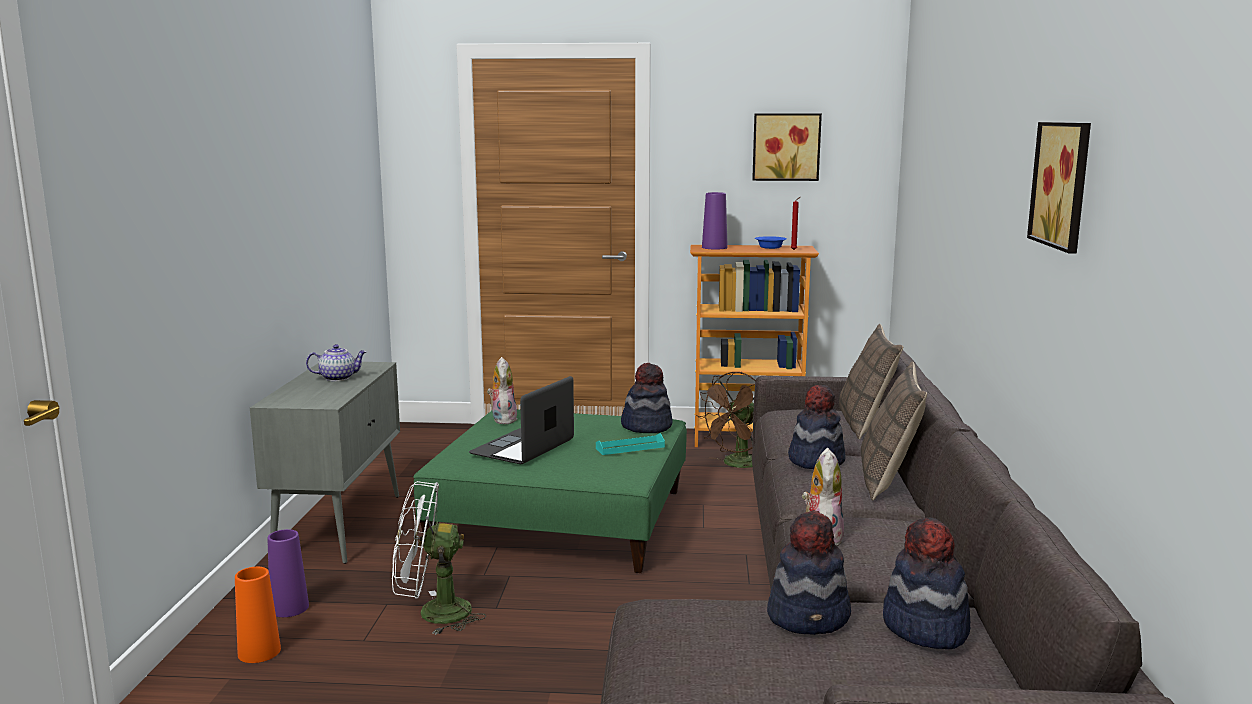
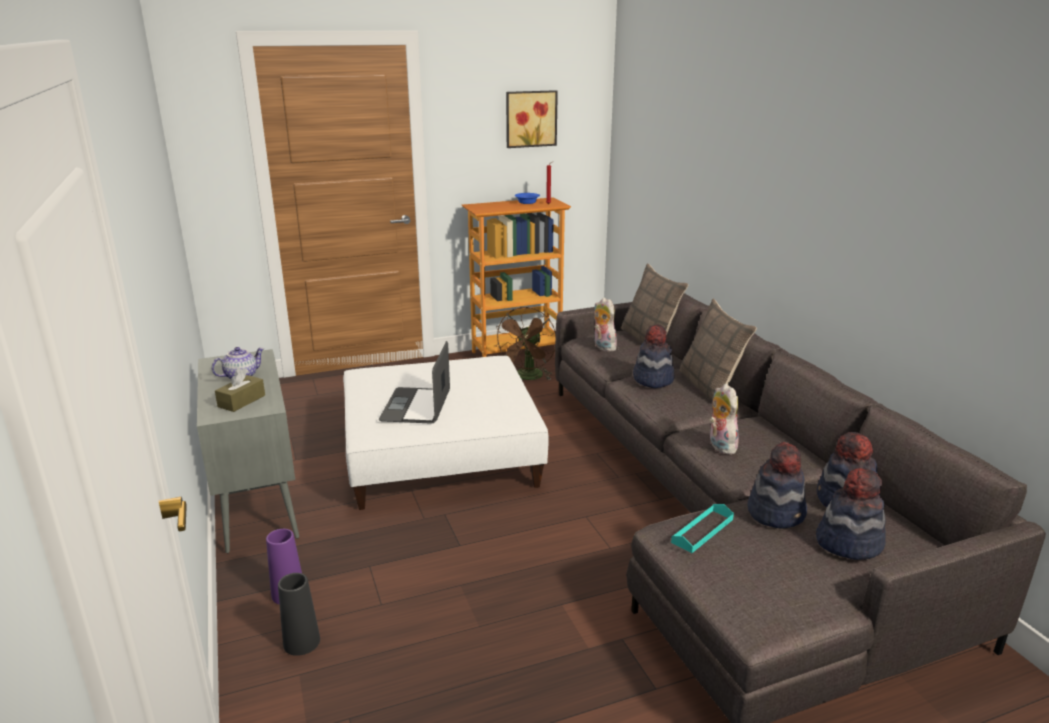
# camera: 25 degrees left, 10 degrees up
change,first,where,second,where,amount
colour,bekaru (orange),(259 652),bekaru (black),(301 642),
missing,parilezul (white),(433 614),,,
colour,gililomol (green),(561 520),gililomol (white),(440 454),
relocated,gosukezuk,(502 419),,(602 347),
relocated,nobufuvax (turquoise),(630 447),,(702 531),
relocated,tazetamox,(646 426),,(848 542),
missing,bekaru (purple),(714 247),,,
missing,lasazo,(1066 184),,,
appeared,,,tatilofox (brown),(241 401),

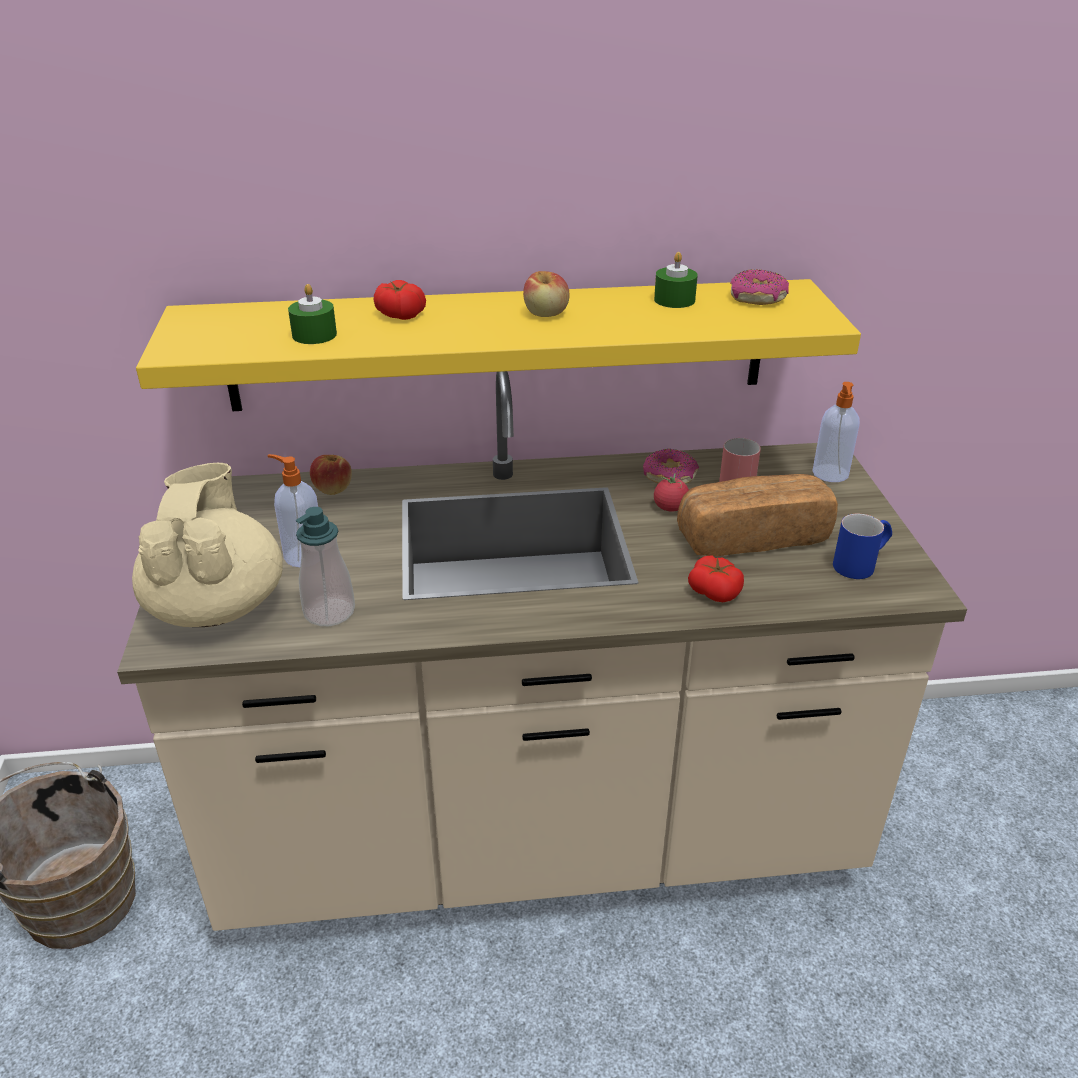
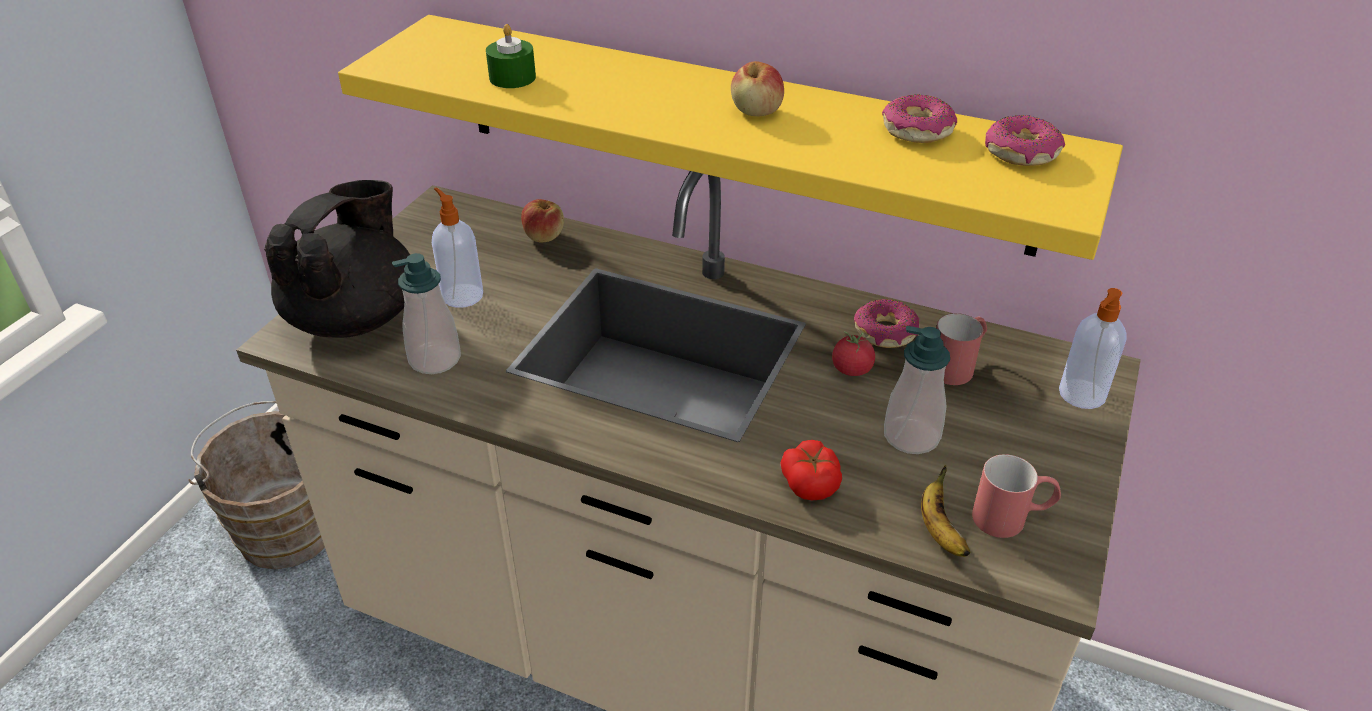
# camera: 30 degrees right, 5 degrees up
change,first,where,second,where,amount
colour,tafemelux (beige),(217 605),tafemelux (black),(356 317),
missing,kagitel,(400 314),,,
exchanged,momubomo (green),(674 300),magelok,(917 130),
exchanged,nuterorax,(751 537),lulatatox,(911 436),
colour,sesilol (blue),(861 564),sesilol (red),(1011 518),
appeared,,,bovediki,(939 530),

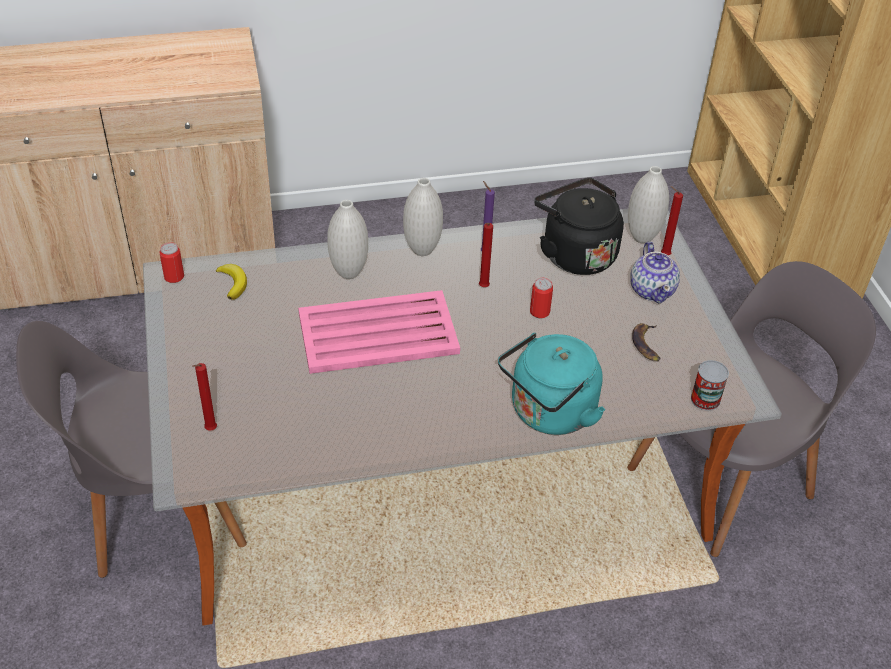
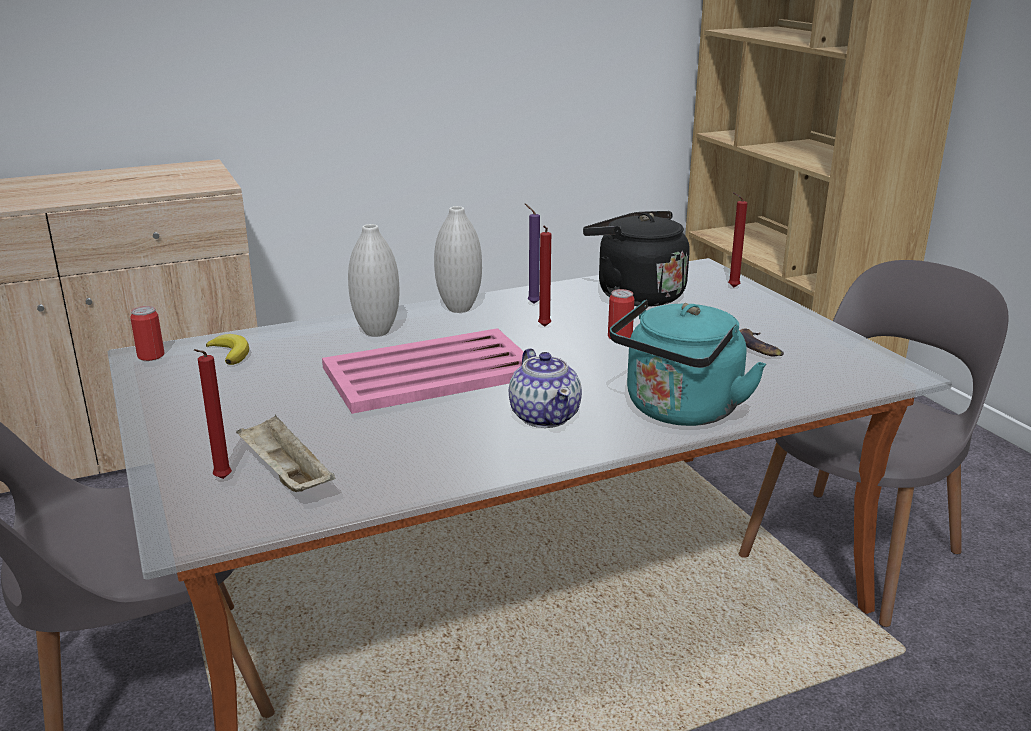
# camera: 10 degrees left, 20 degrees down
change,first,where,second,where,amount
missing,bekaru (white),(642 237),,,
relocated,tafemelux,(652 290),,(545 416),
missing,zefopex,(705 399),,,
appeared,,,nobufuvax (beige),(285 475),

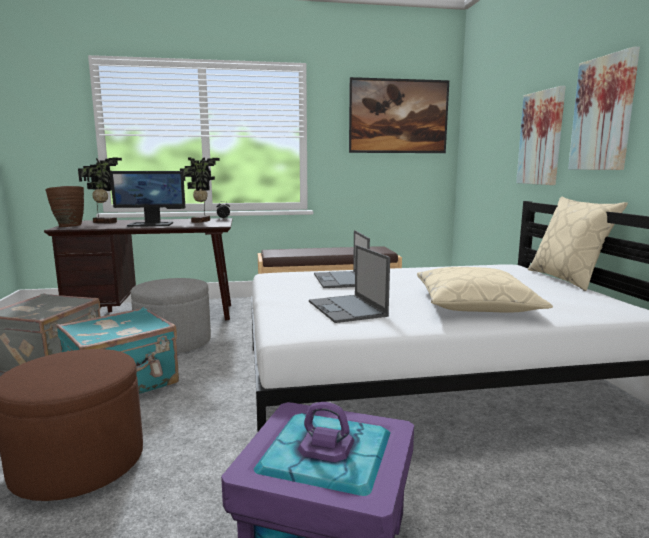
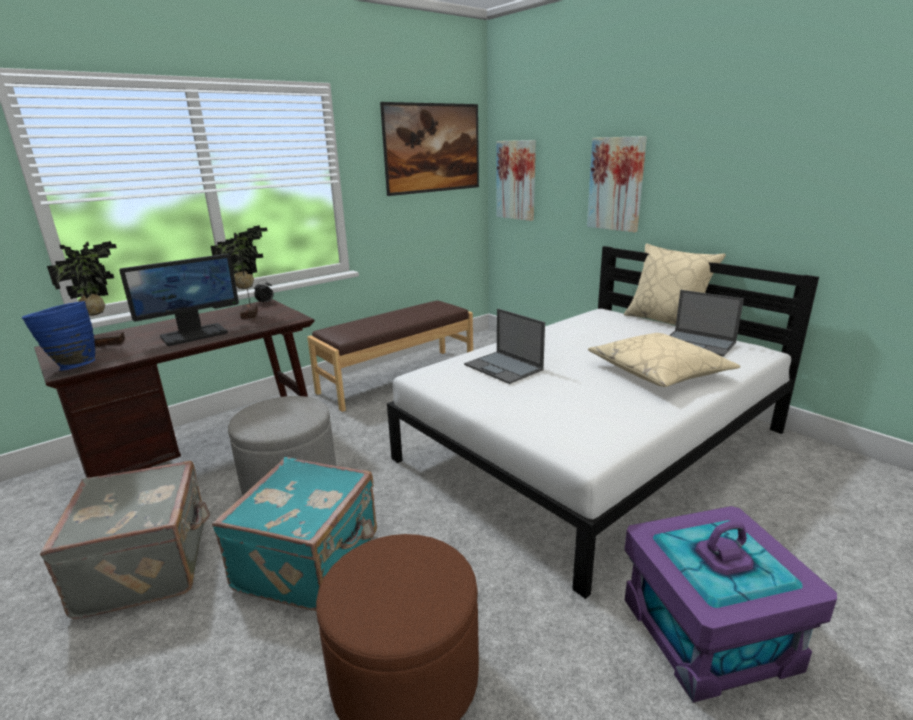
# camera: 30 degrees left, 10 degrees up
change,first,where,second,where,amount
colour,bekaru (brown),(68 227),bekaru (blue),(72 366),
relocated,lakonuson,(347 309),,(699 343),
relocated,lasazo,(603 114),,(516 180),

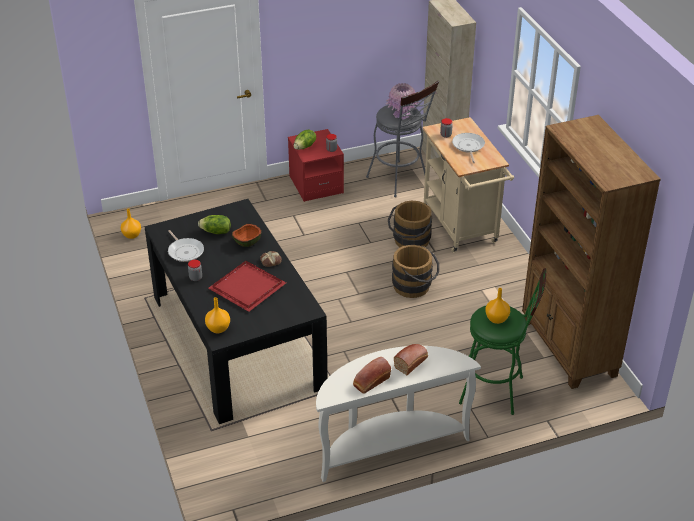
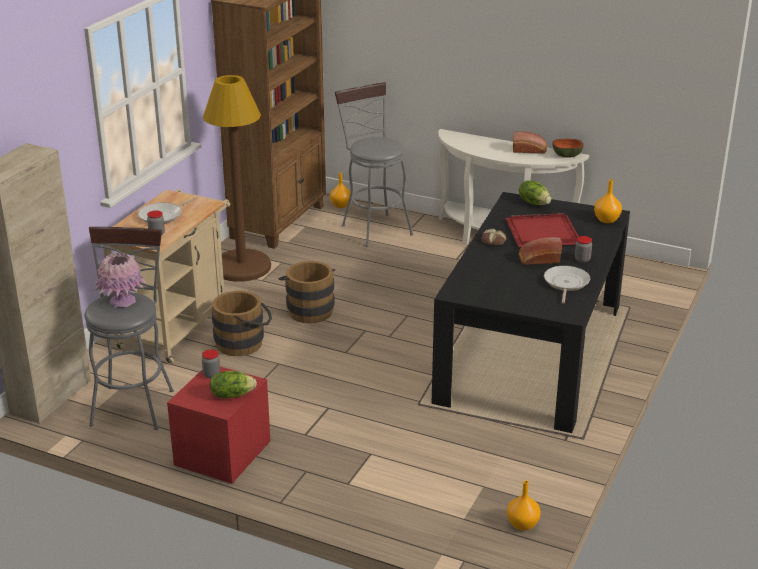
# camera: 135 degrees left, 10 degrees down
change,first,where,second,where,amount
relocated,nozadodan,(216 232),,(534 203),
relocated,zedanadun,(247 242),,(566 156),
relocated,nuterorax,(411 362),,(538 260),
colour,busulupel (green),(497 391),busulupel (grey),(374 227),
relocated,bekaru (orange),(497 319),,(340 205),
appeared,,,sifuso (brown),(242 267),

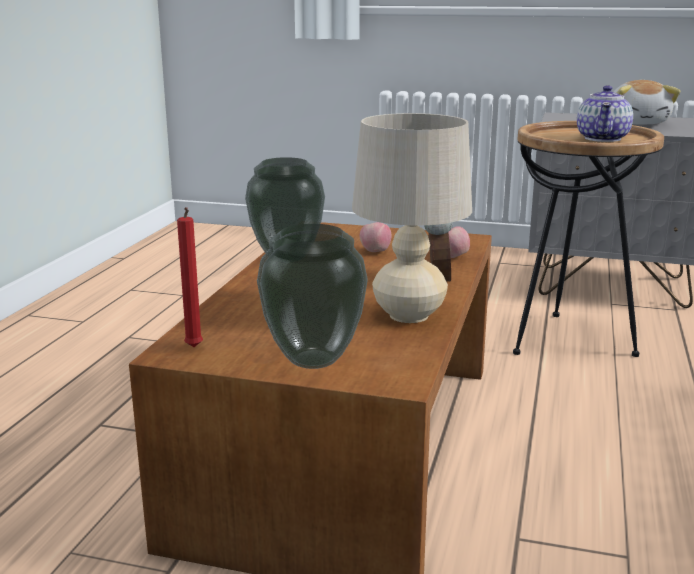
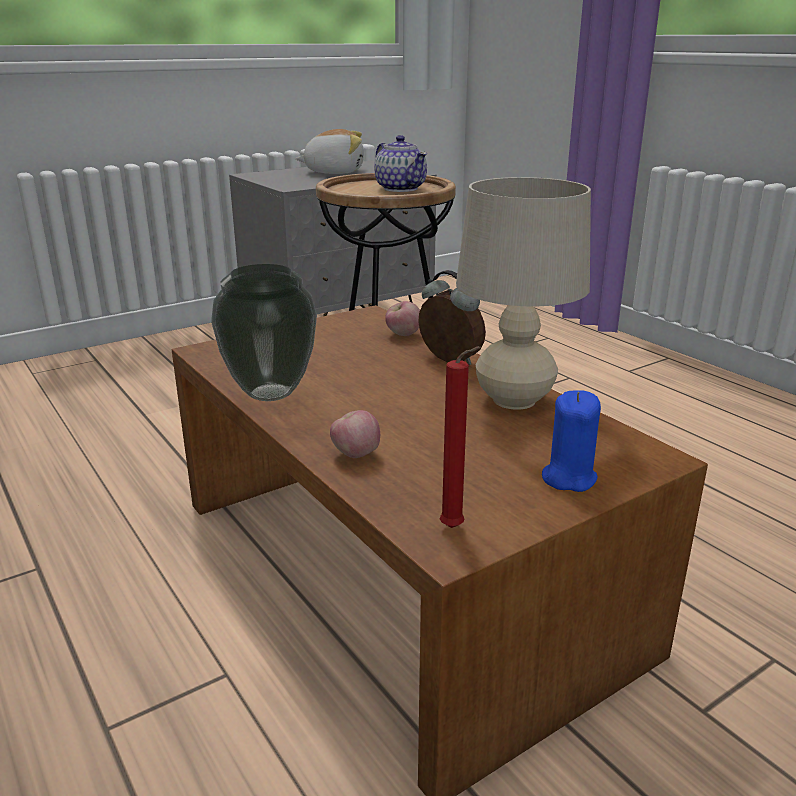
# camera: 50 degrees left, 5 degrees up
change,first,where,second,where,amount
exchanged,bekaru,(313 361),momubomo (blue),(568 478),
relocated,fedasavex,(375 251),,(355 454),
spun,gosukezuk,(637 122),,(334 172),45 degrees counterclockwise

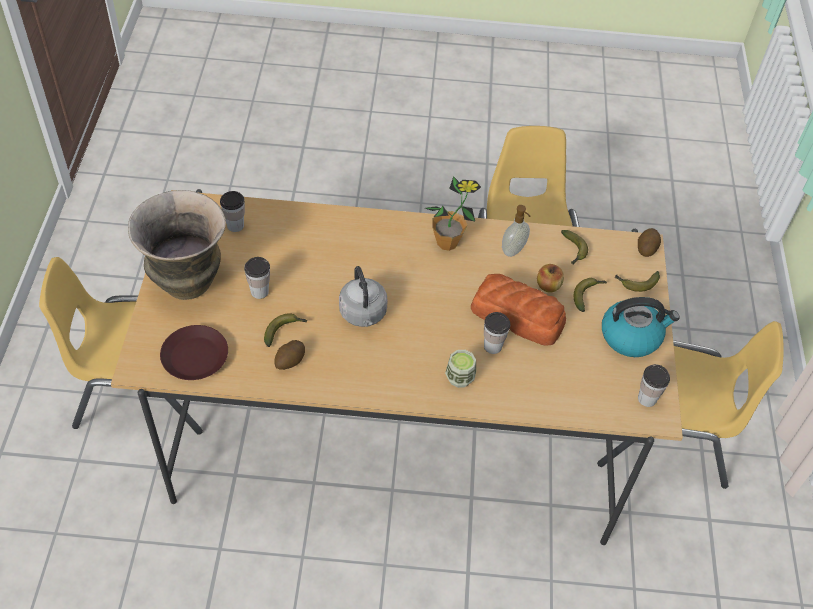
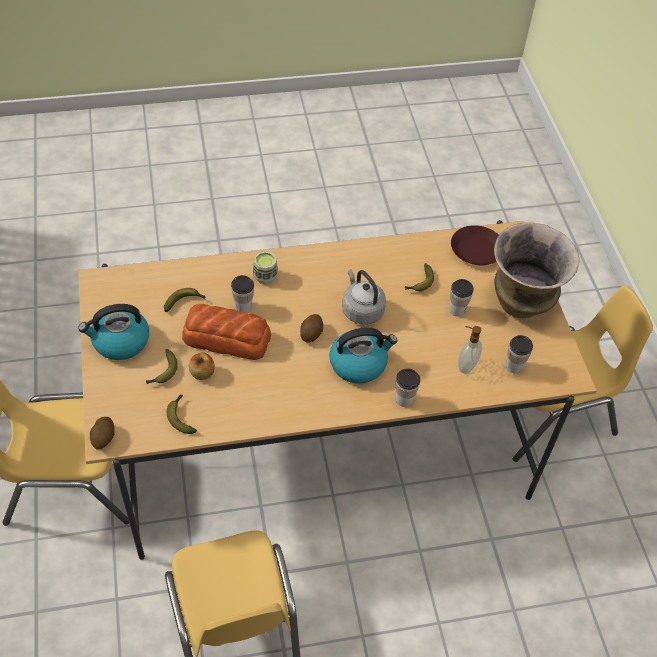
# camera: 165 degrees right, 0 degrees up
change,first,where,second,where,amount
relocated,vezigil,(290 361),,(311 333),
missing,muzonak,(447 242),,,
relocated,lulatatox,(514 250),,(466 365),
relocated,bovediki,(636 283),,(184 302),
relocated,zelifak,(647 399),,(404 400),
appeared,,,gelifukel,(359 363),

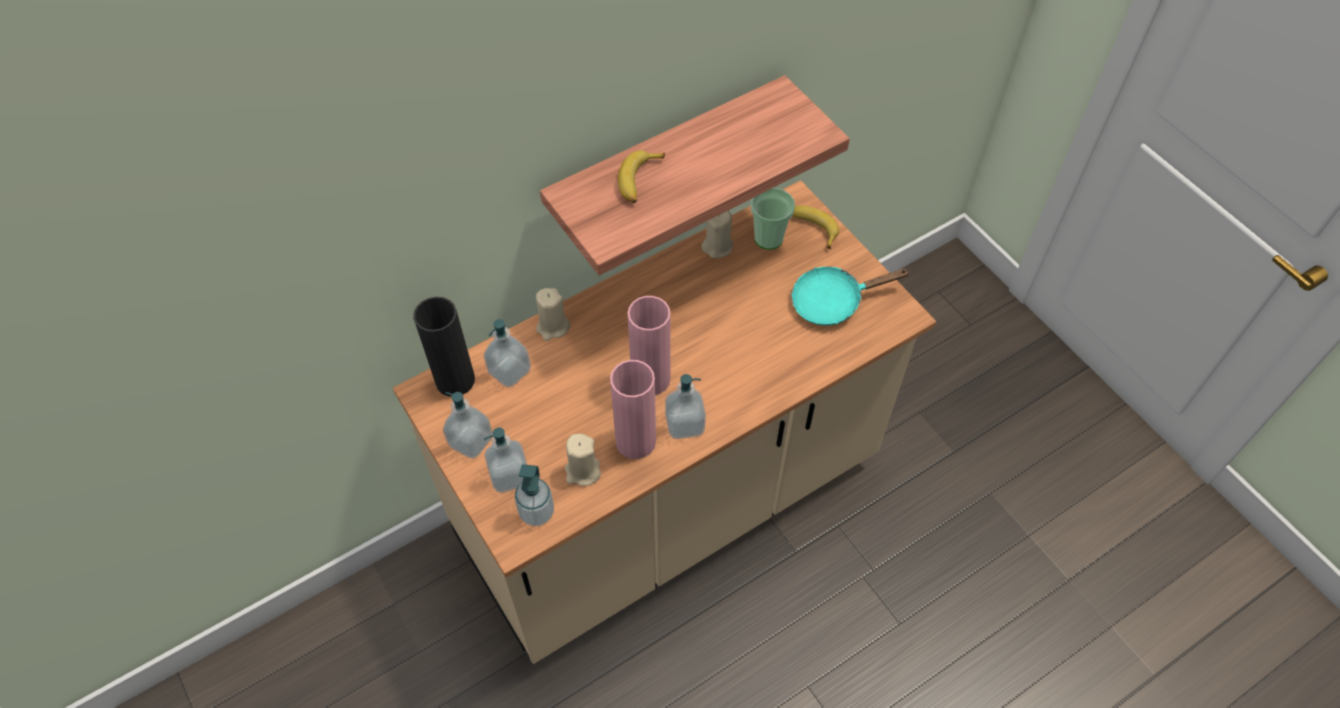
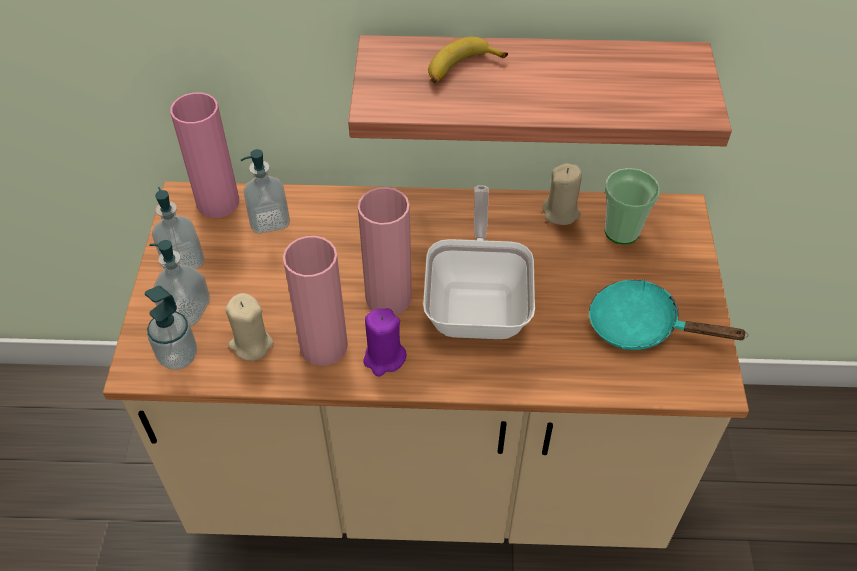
# camera: 35 degrees right, 5 degrees down
change,first,where,second,where,amount
colour,bekaru (black),(455 380),bekaru (pink),(218 203),
missing,momubomo (beige),(553 327),,,
exchanged,lulatatox,(685 424),momubomo (purple),(384 358),
missing,bovediki,(812 228),,,
appeared,,,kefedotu,(478 303),

